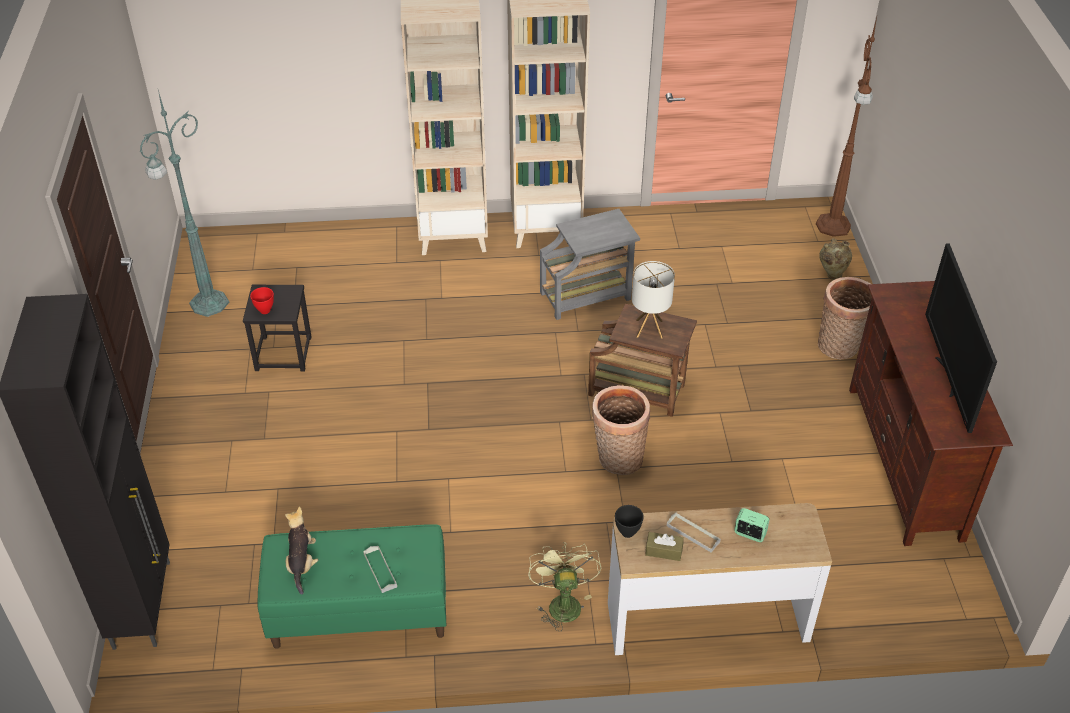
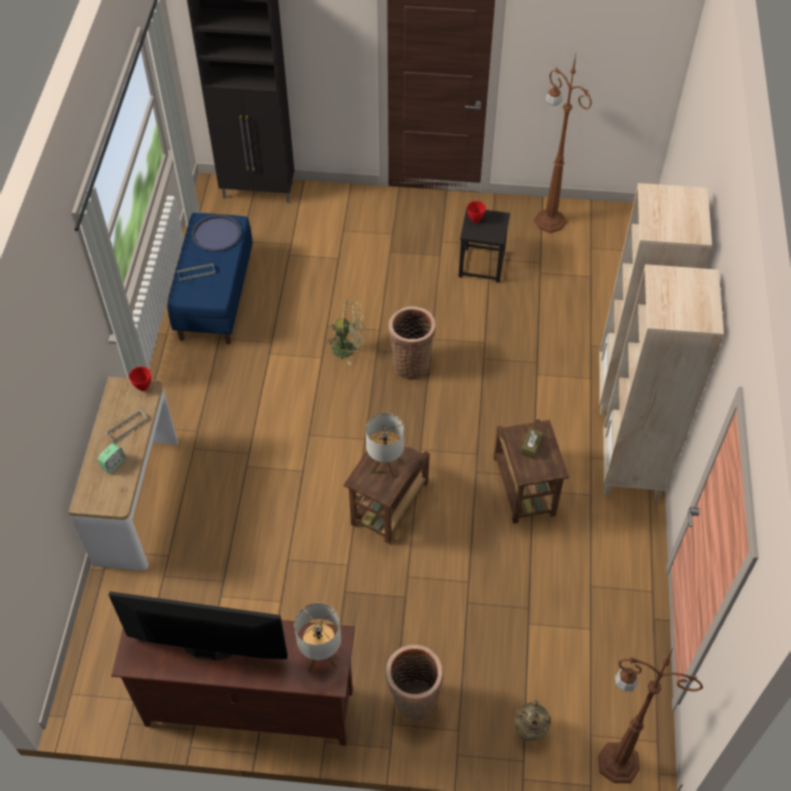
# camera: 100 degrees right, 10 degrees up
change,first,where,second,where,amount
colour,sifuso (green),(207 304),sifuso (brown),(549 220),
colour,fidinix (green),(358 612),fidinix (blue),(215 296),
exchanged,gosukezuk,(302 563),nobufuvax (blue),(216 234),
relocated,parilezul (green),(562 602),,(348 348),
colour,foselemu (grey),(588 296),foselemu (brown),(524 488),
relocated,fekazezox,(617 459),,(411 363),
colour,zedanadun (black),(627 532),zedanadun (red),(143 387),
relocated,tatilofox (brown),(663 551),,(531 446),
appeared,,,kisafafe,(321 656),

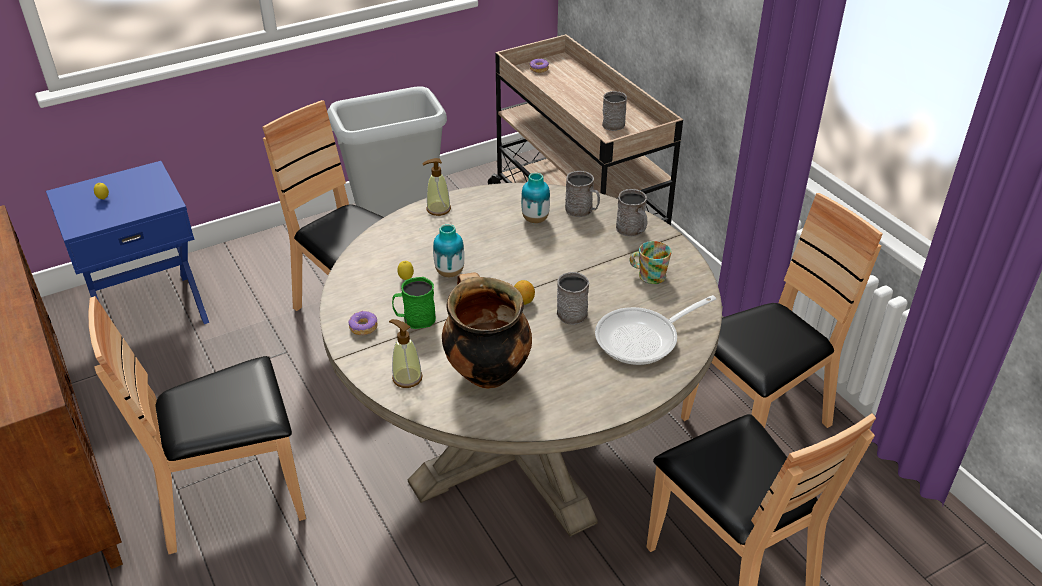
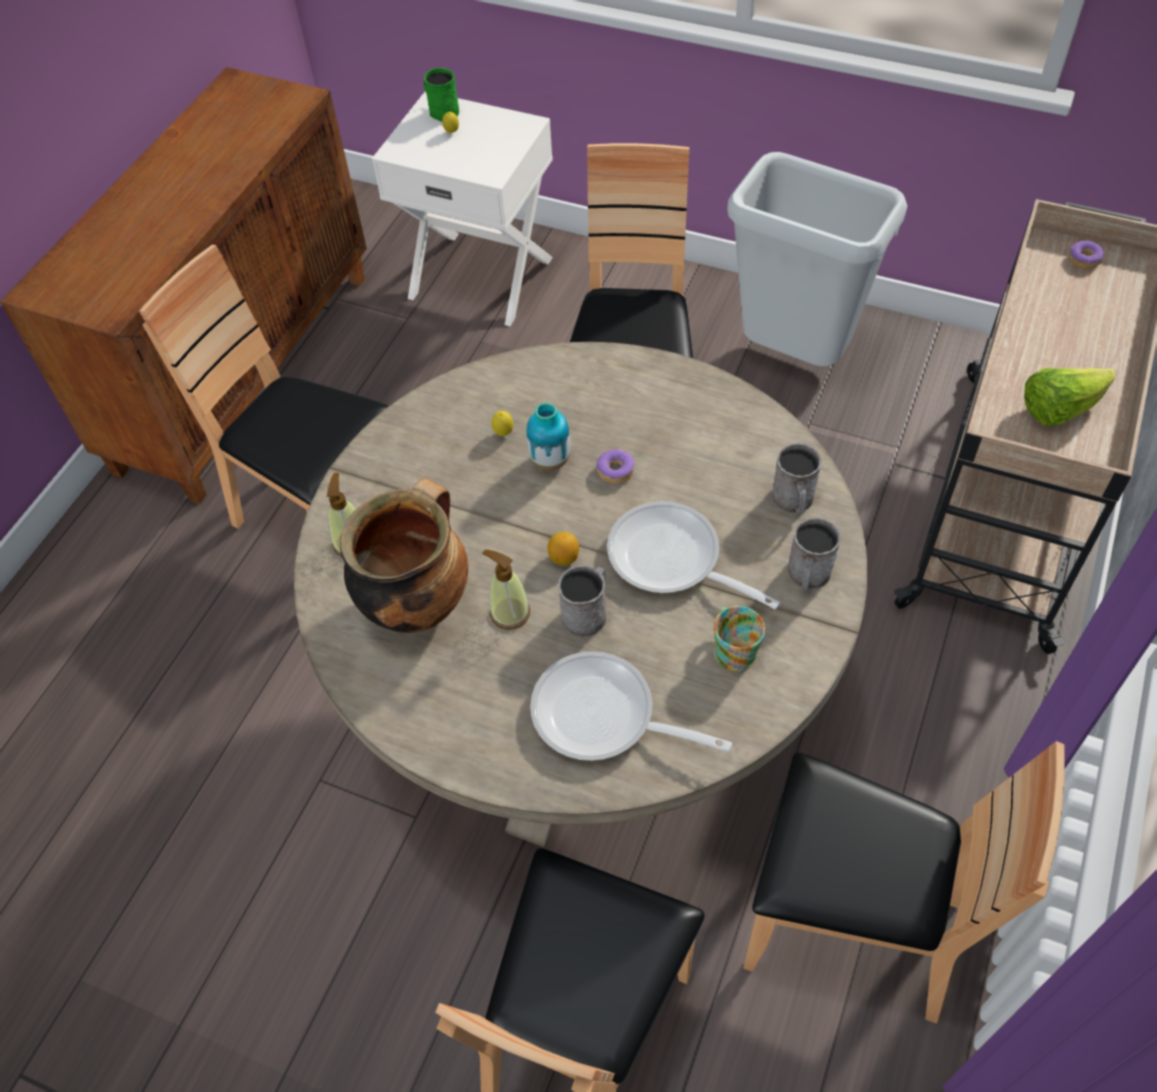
# camera: 55 degrees right, 15 degrees up
change,first,where,second,where,amount
colour,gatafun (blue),(150 311),gatafun (white),(482 276),
relocated,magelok,(363 327),,(615 471),
relocated,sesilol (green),(415 319),,(441 110),
relocated,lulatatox,(438 209),,(509 613),
missing,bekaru,(535 219),,,
exchanged,sesilol (grey),(614 123),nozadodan,(1059 409),
appeared,,,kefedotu,(672 560),

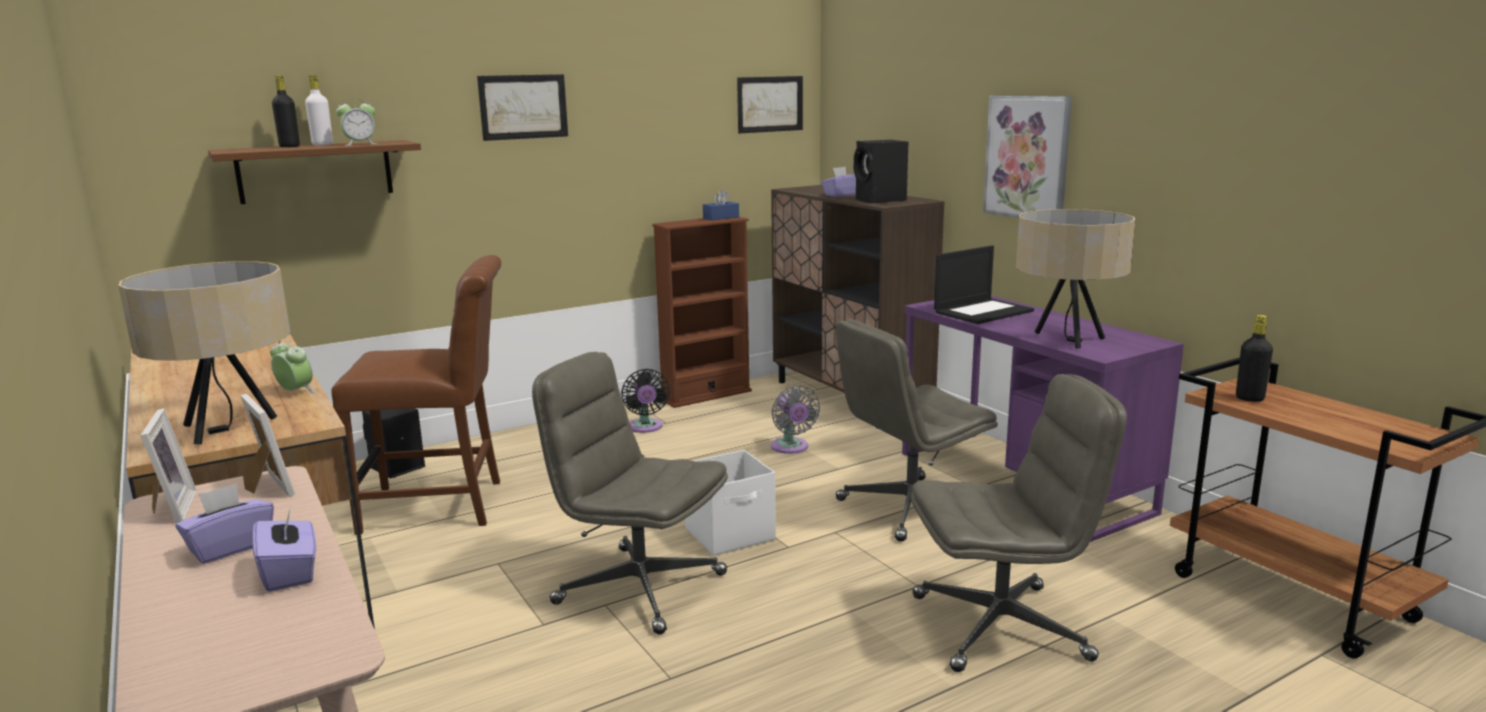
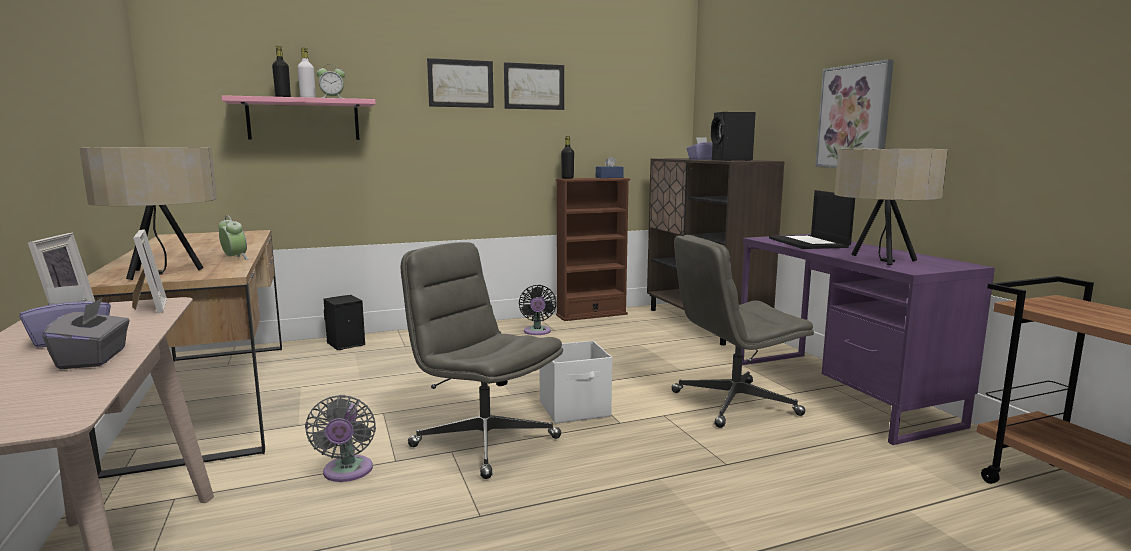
# camera: 10 degrees right, 5 degrees down
change,first,where,second,where,amount
colour,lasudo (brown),(315 171),lasudo (pink),(303 120),
colour,tatilofox (purple),(290 573),tatilofox (grey),(94 358),
missing,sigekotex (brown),(441 506),,,
relocated,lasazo,(770 104),,(534 86),
relocated,parilezul (grey),(791 448),,(347 472),
missing,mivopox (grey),(1001 626),,,
spun,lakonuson,(983 311),,(809 243),105 degrees clockwise
relocated,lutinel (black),(1249 398),,(567 178),

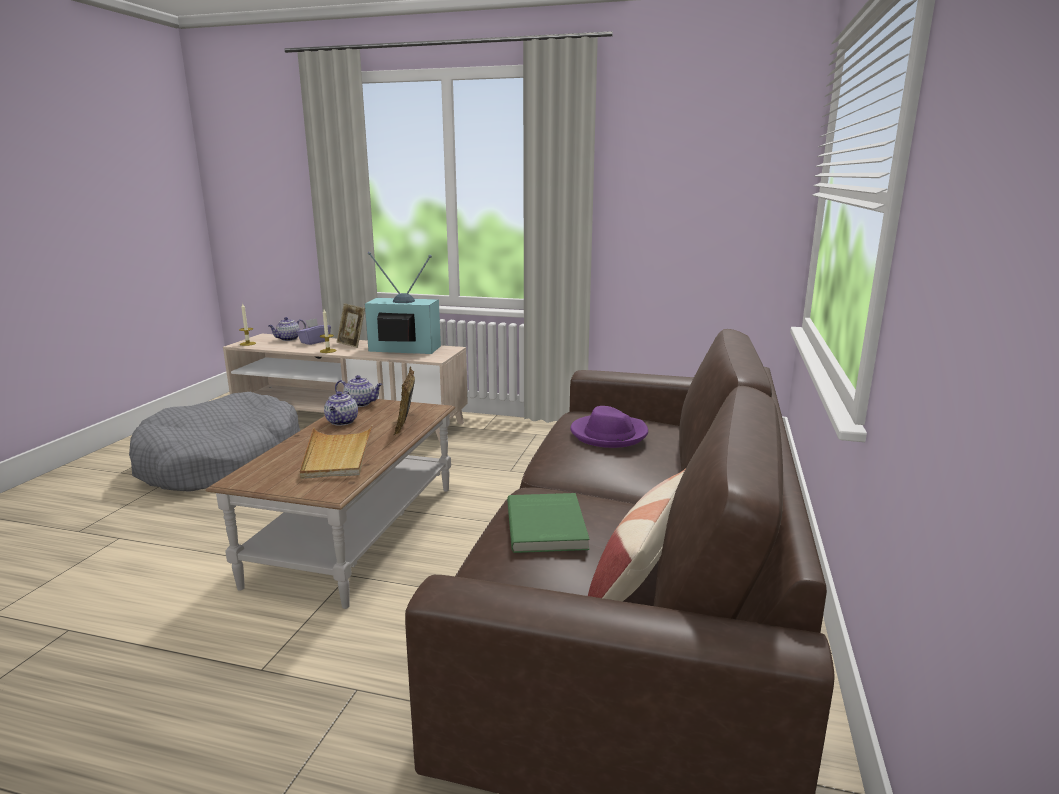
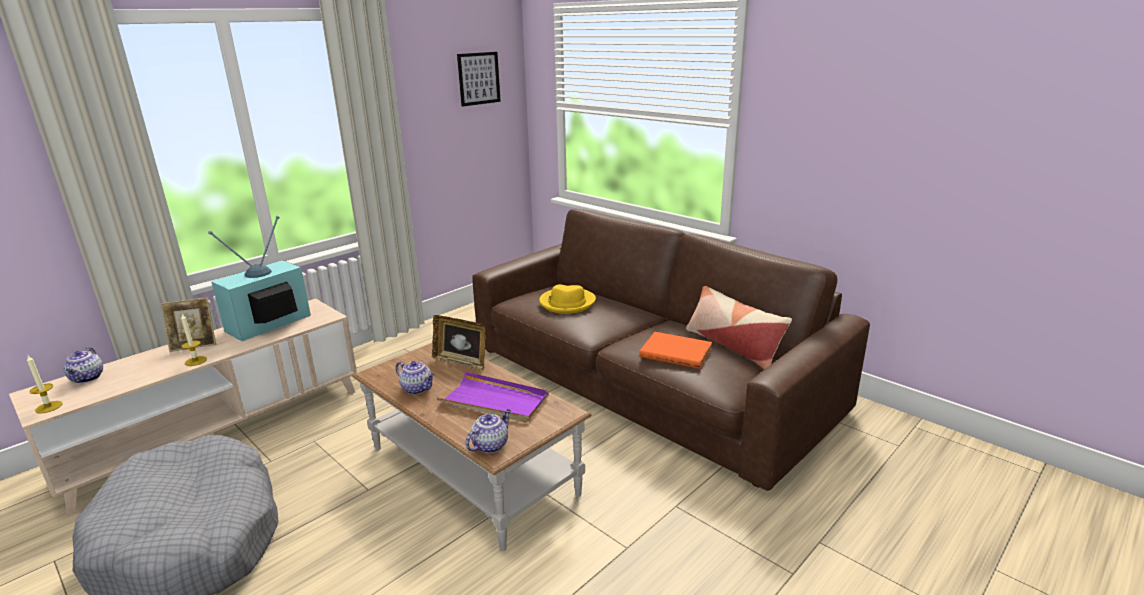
# camera: 60 degrees left, 5 degrees up
change,first,where,second,where,amount
missing,tatilofox (purple),(314 342),,,
colour,nobufuvax (beige),(337 455),nobufuvax (purple),(495 401),
relocated,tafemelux,(361 404),,(490 445),
colour,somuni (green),(548 526),somuni (orange),(676 352),
colour,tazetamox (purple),(608 434),tazetamox (yellow),(567 303),
appeared,,,lasazo,(478 78),

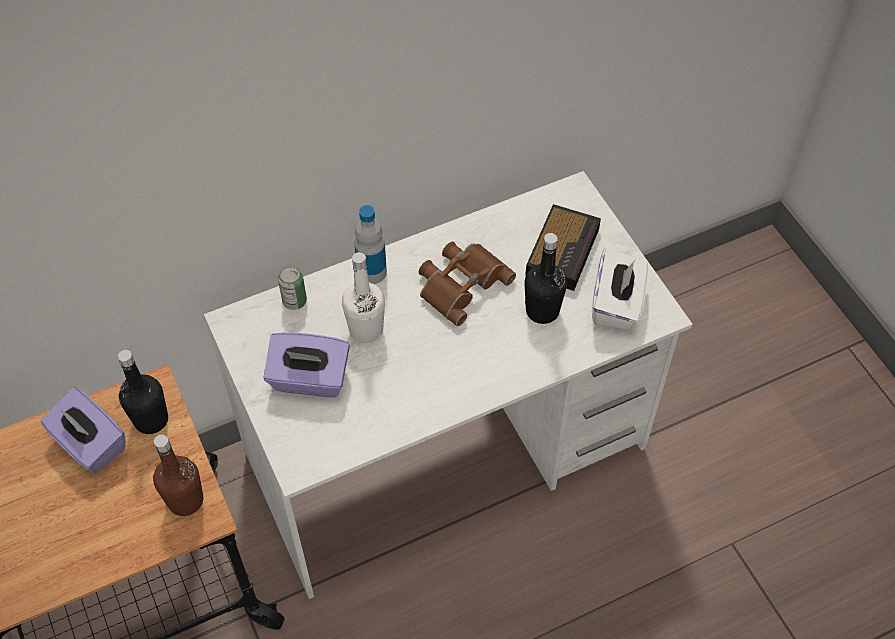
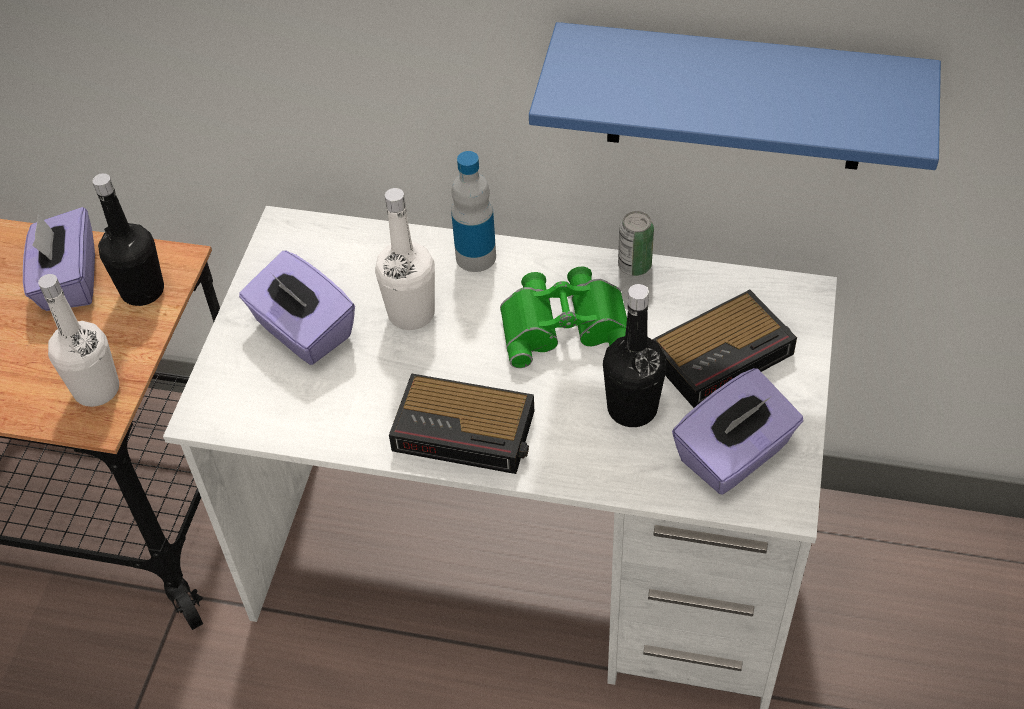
# camera: 40 degrees right, 5 degrees down
change,first,where,second,where,amount
colour,lutinel (brown),(185 500),lutinel (white),(96 389),
relocated,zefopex,(294 301),,(634 265),
colour,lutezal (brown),(461 283),lutezal (green),(564 323),
colour,tatilofox (white),(617 304),tatilofox (purple),(734 455),
appeared,,,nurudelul,(467 431),
appeared,,,lasudo (blue),(737 98),

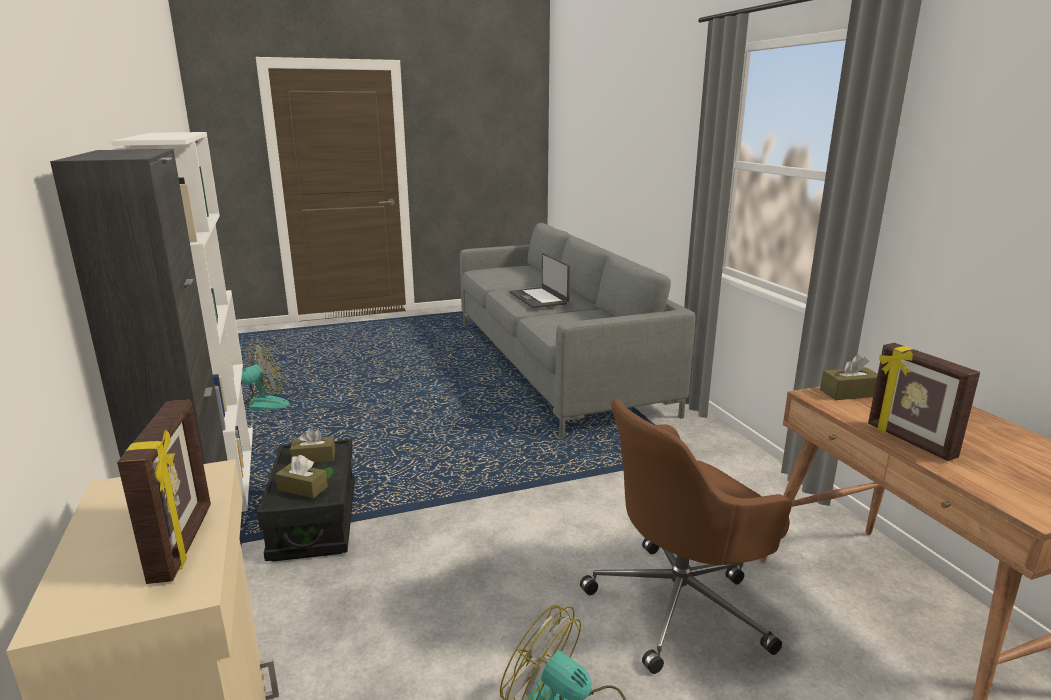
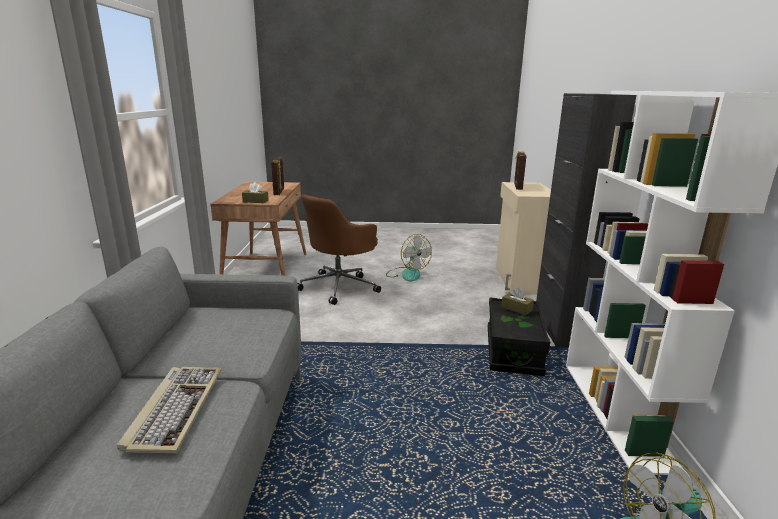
# camera: 160 degrees left, 0 degrees up
change,first,where,second,where,amount
missing,tatilofox (brown),(314 458),,,
exchanged,lakonuson,(539 298),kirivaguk,(175 409),
spun,mivopox (brown),(681 604),,(340 287),135 degrees clockwise

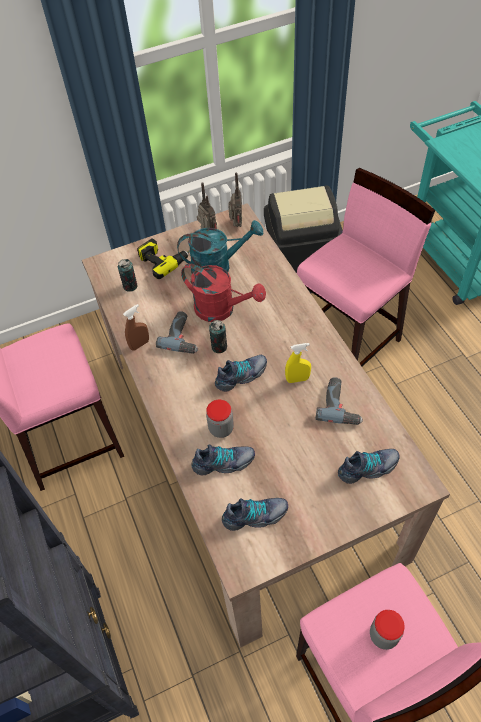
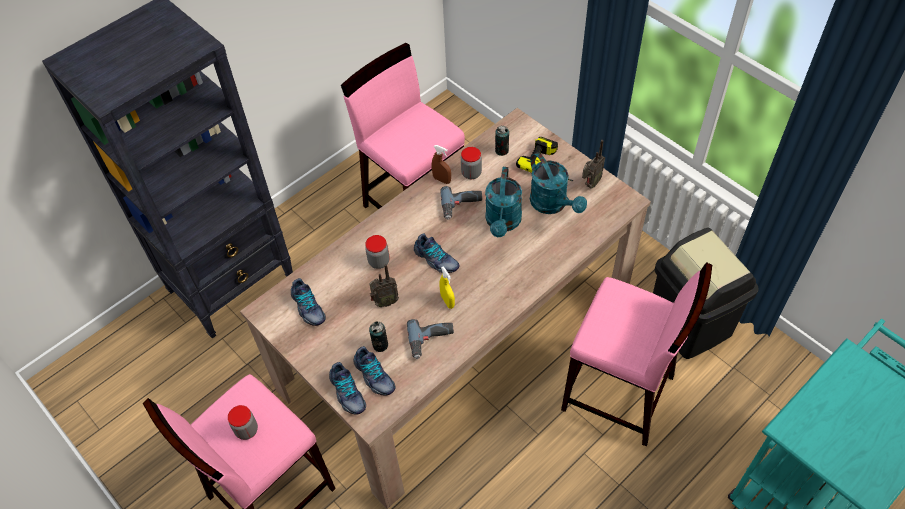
# camera: 70 degrees right, 0 degrees up
change,first,where,second,where,amount
colour,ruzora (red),(221 309),ruzora (turquoise),(503 223),
relocated,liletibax,(223 463),,(347 393),
relocated,zefopex,(219 347),,(380 345),
relocated,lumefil,(236 225),,(385 302),
appeared,,,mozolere,(471 173),

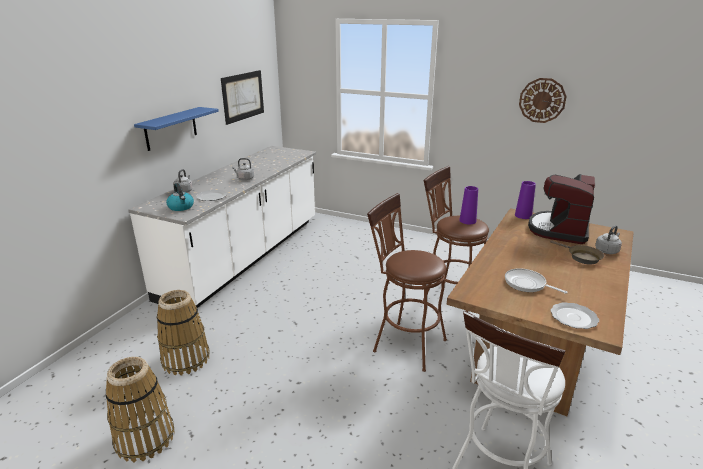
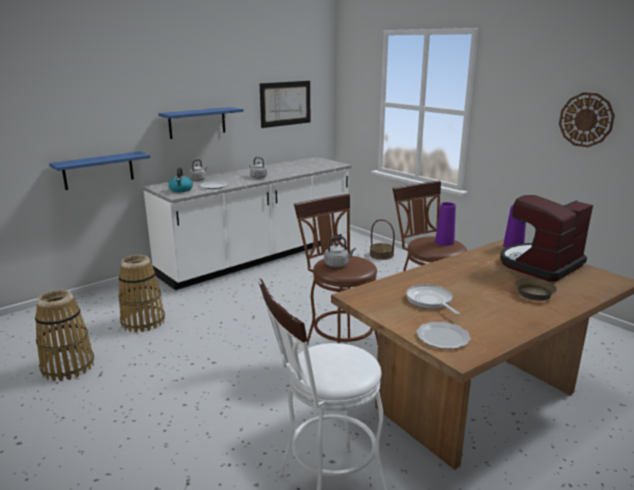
# camera: 25 degrees right, 5 degrees down
change,first,where,second,where,amount
relocated,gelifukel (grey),(607 250),,(337 264),
appeared,,,lasudo (blue),(98 170),
appeared,,,fekazezox,(381 255),

